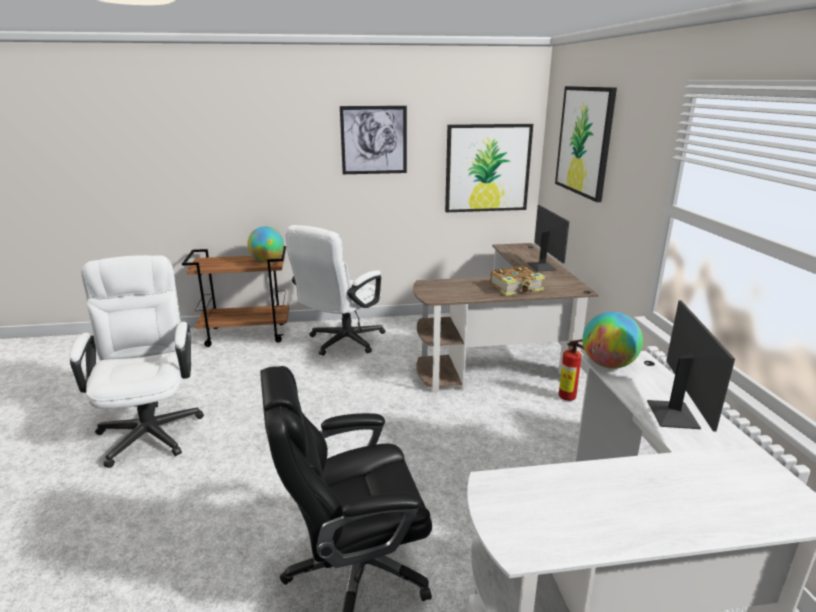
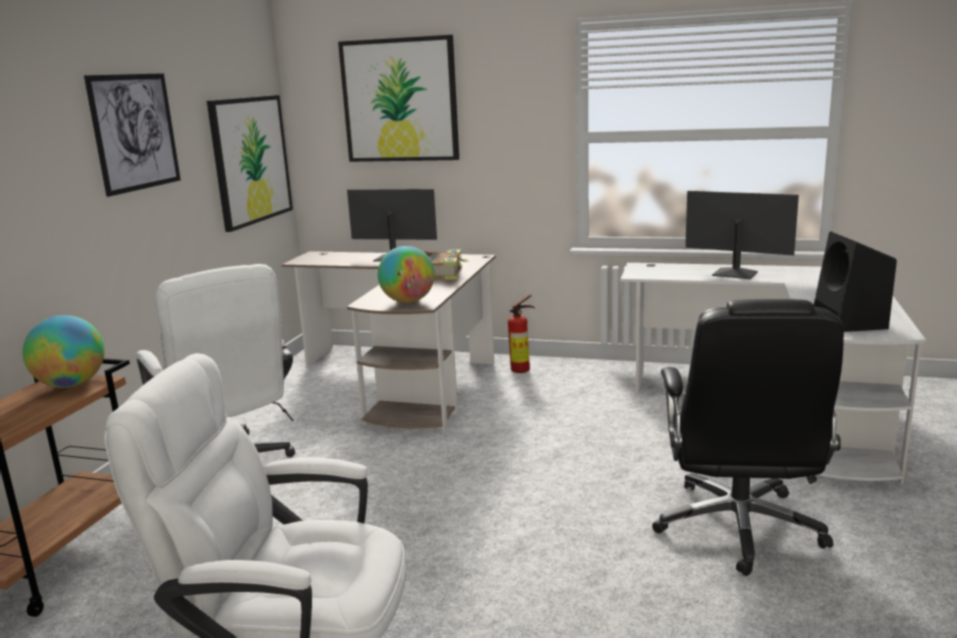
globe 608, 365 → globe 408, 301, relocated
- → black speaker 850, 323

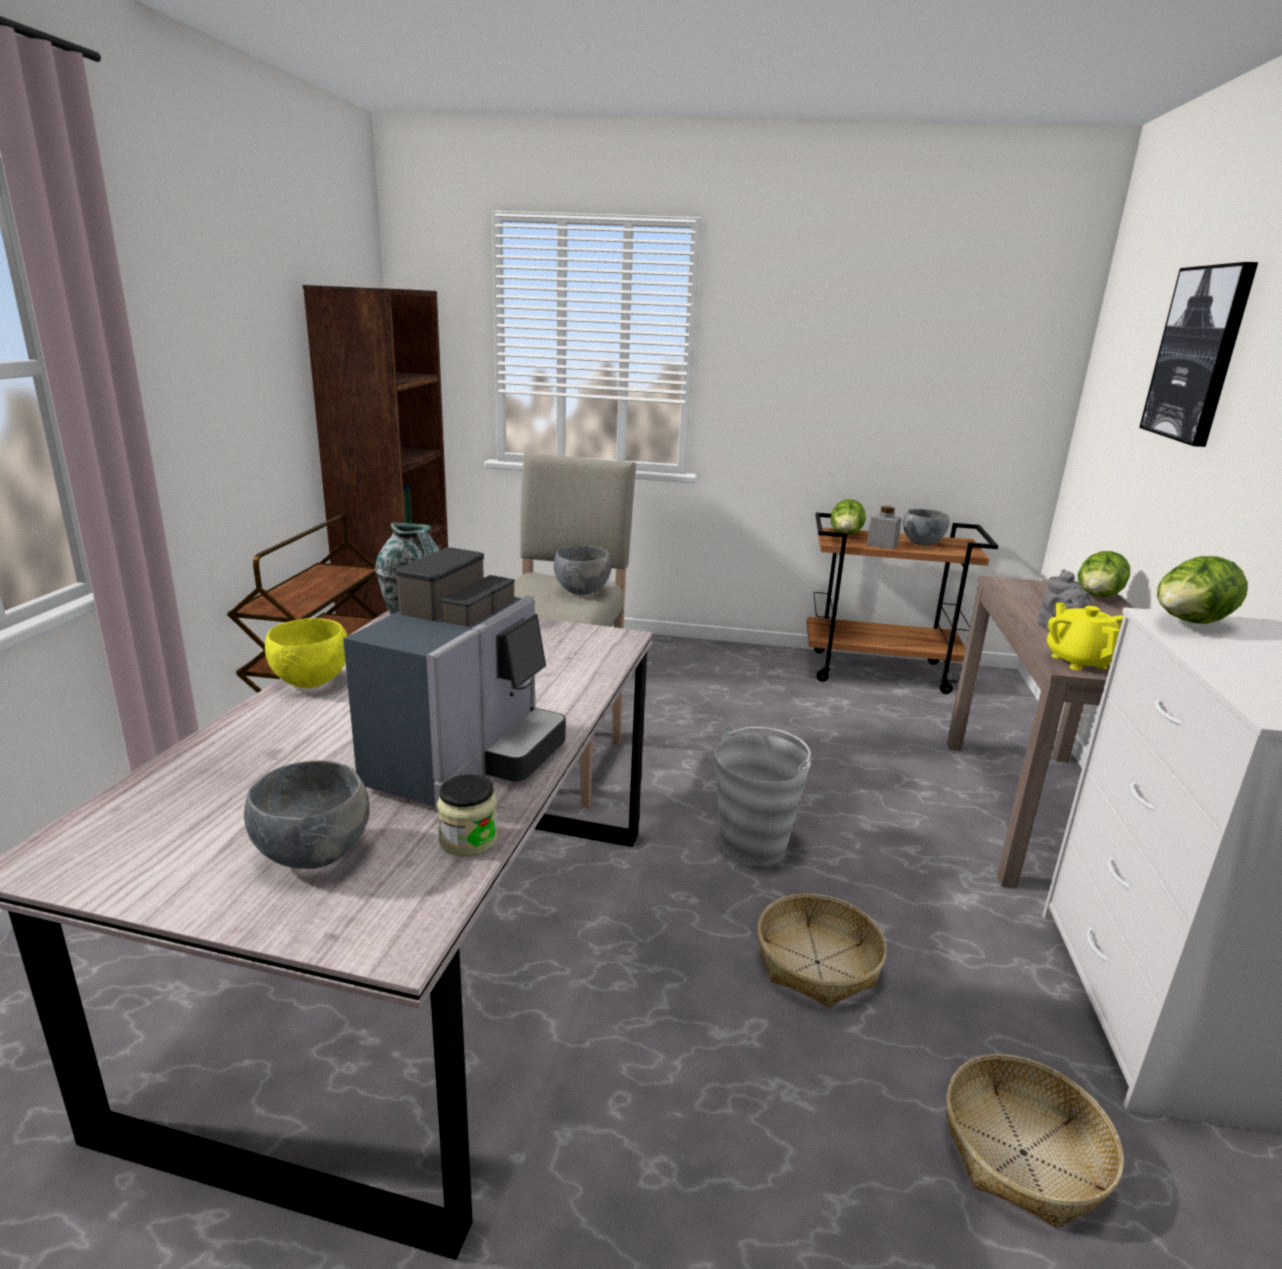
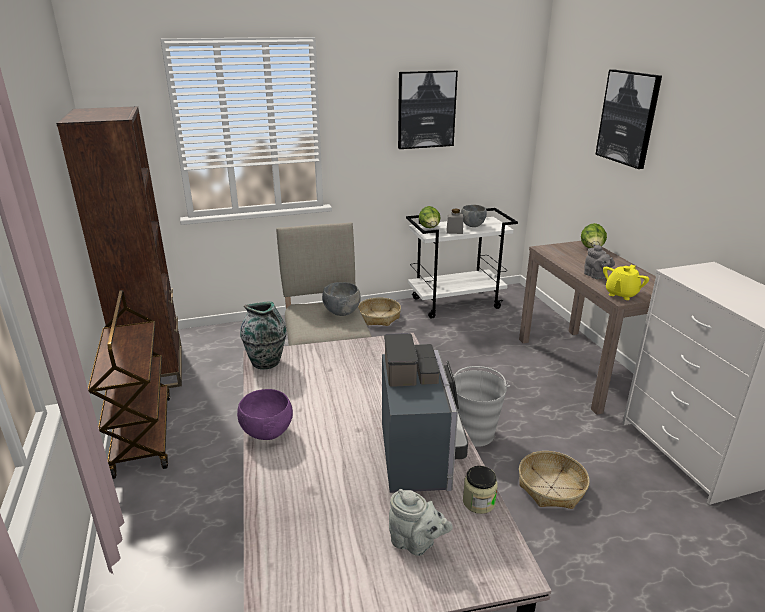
brown cart 880, 671 → white cart 456, 303
lettuce 1189, 624 → -
yellow teapot 1078, 661 → yellow teapot 621, 294, 105 degrees counterclockwise
yellow bowl 311, 681 → purple bowl 267, 432
grey bowl 313, 853 → grey teapot 415, 543
basket 1023, 1154 → basket 379, 317, relocated
- → picture 426, 109

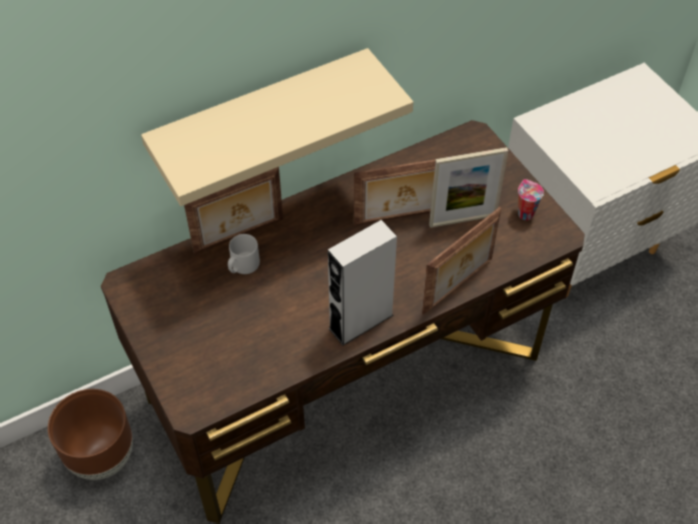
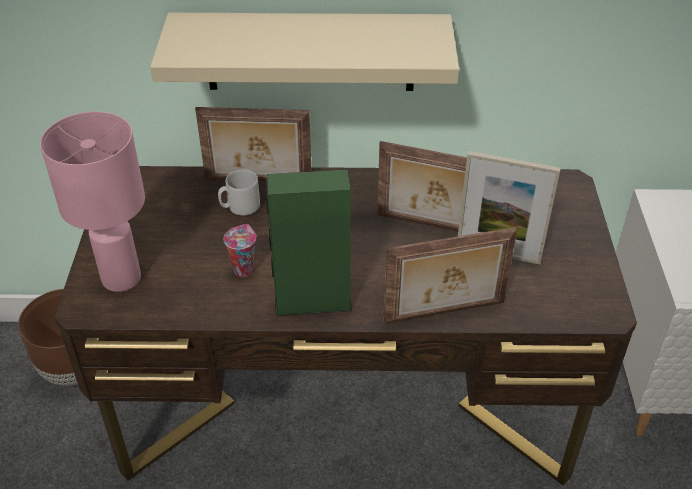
cup 524, 213 → cup 243, 269, relocated
grey speaker 361, 321 → green speaker 312, 302
- → pink table lamp 122, 278

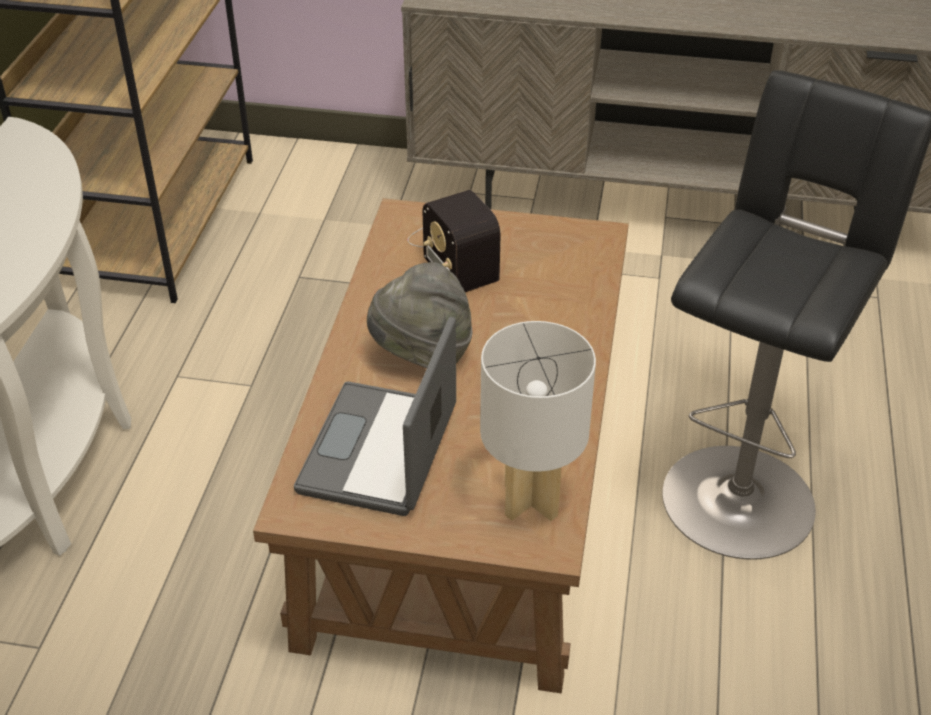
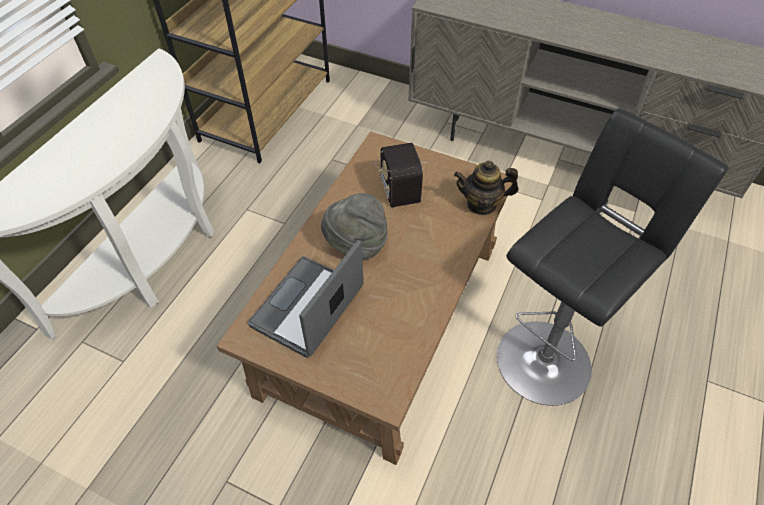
white table lamp 530, 502 → -
- → teapot 482, 204

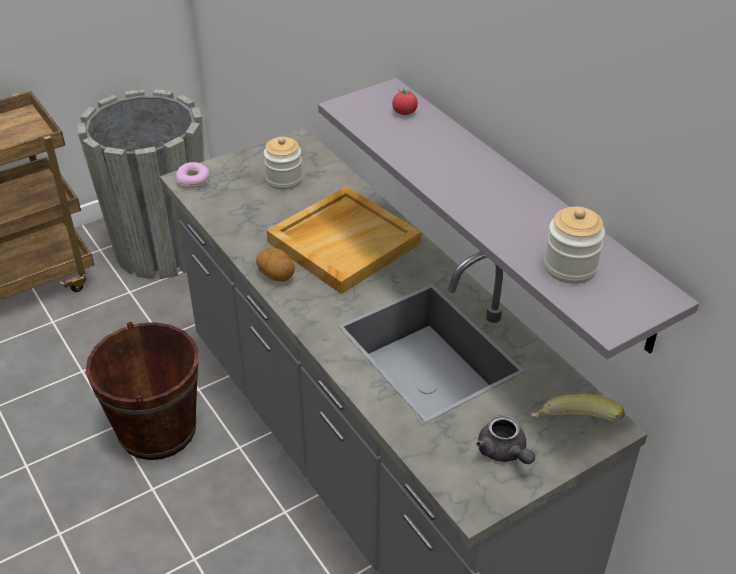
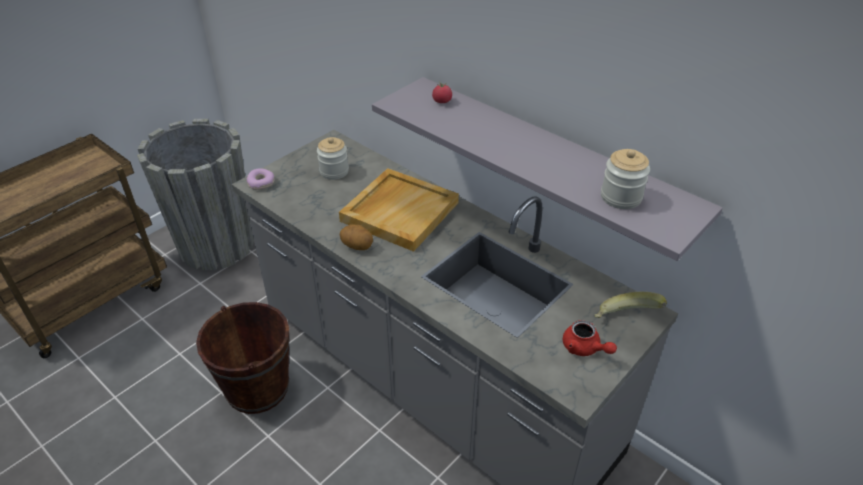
grey teapot 504, 452 → red teapot 584, 348

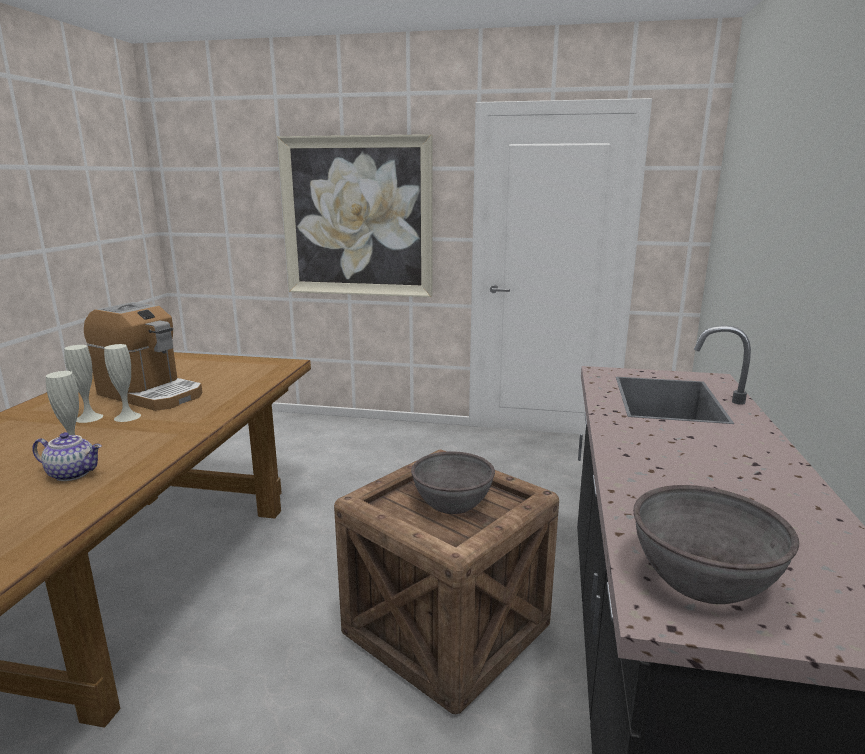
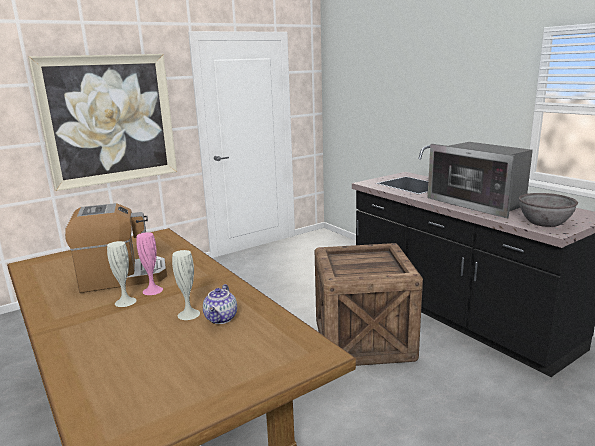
white vase 127, 417 → pink vase 152, 290
teapot 73, 473 → teapot 221, 318, 135 degrees clockwise
grey bowl 452, 502 → -
- → microwave 479, 203

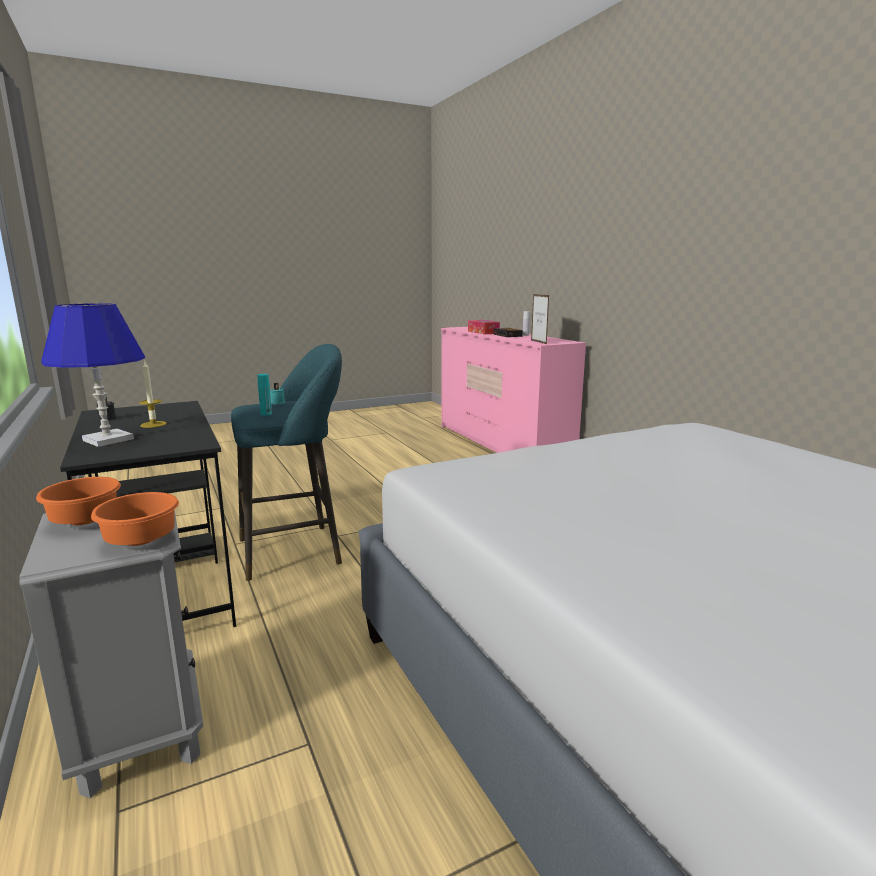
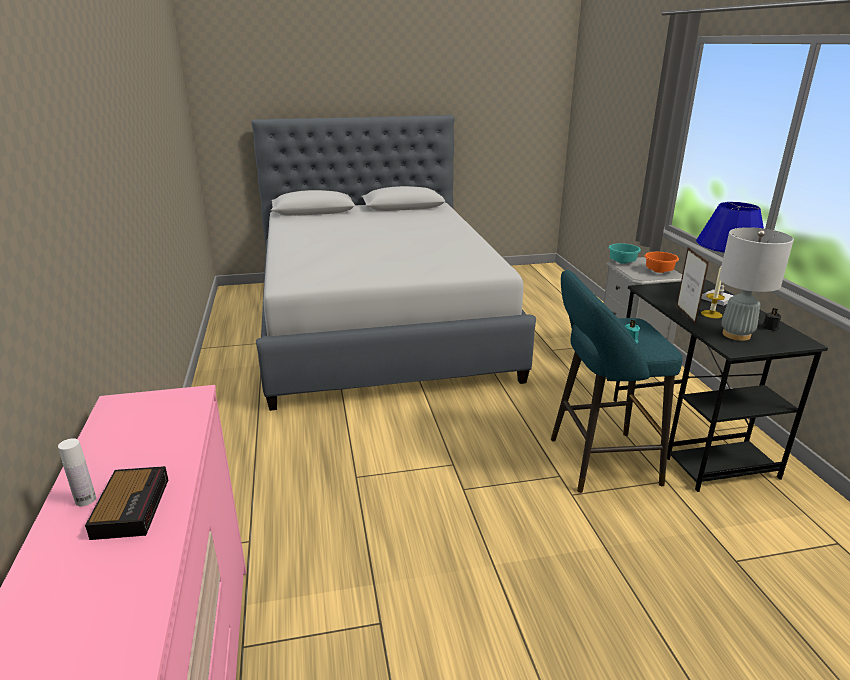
picture frame 538, 342 → picture frame 685, 315, relocated
tissue box 483, 332 → -
turquoise bottle 266, 414 → -
orange bowl 139, 540 → turquoise bowl 623, 262
- → grey table lamp 736, 335

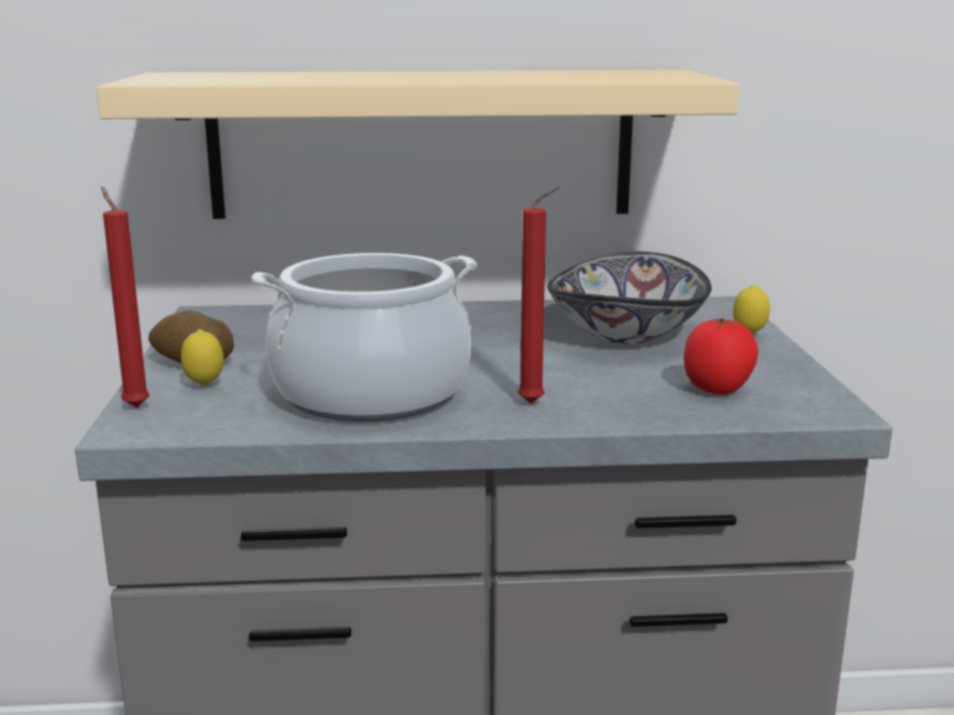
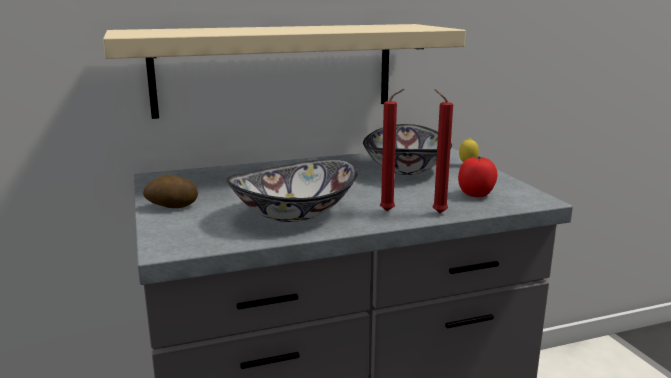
red candle 134, 406 → red candle 437, 212, relocated
cooking pot 371, 394 → bowl 294, 214
lemon 204, 386 → -

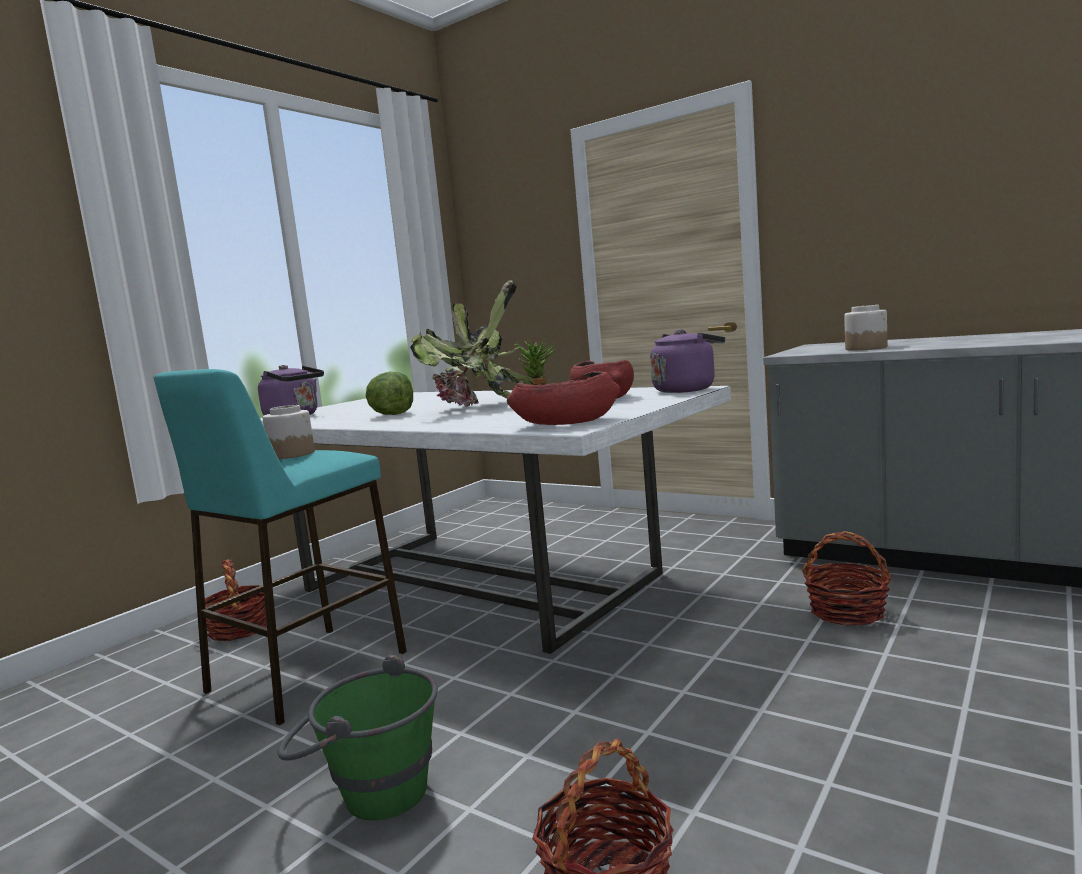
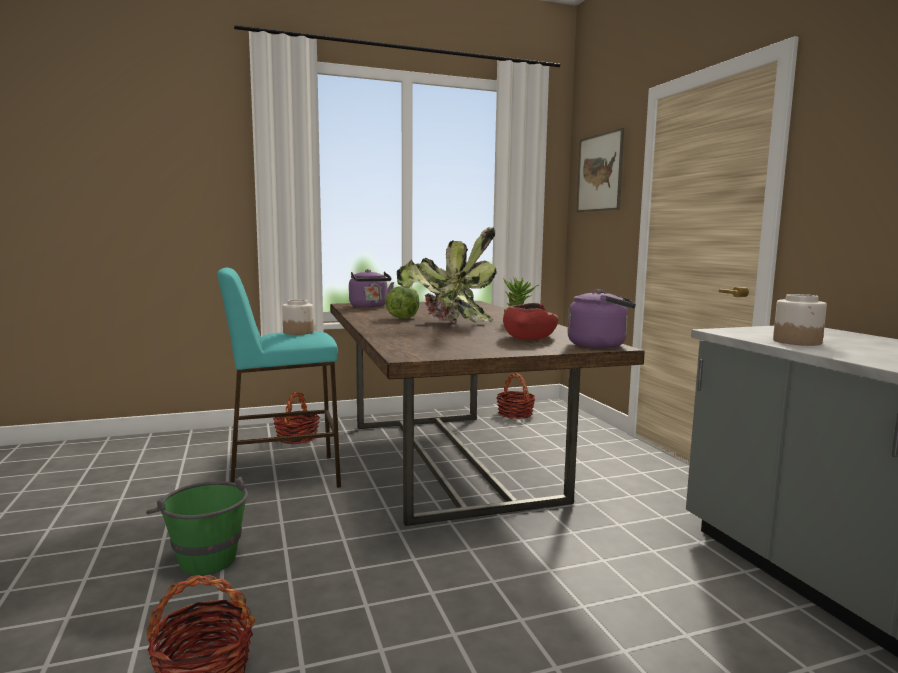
red bowl 566, 422 → -
white dining table 480, 583 → brown dining table 448, 460
basket 847, 612 → basket 515, 414, relocated
- → picture 599, 173

